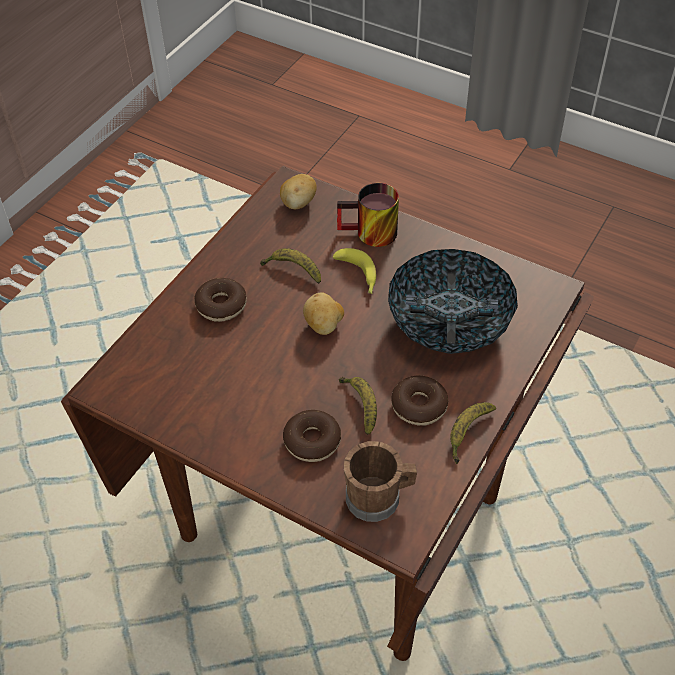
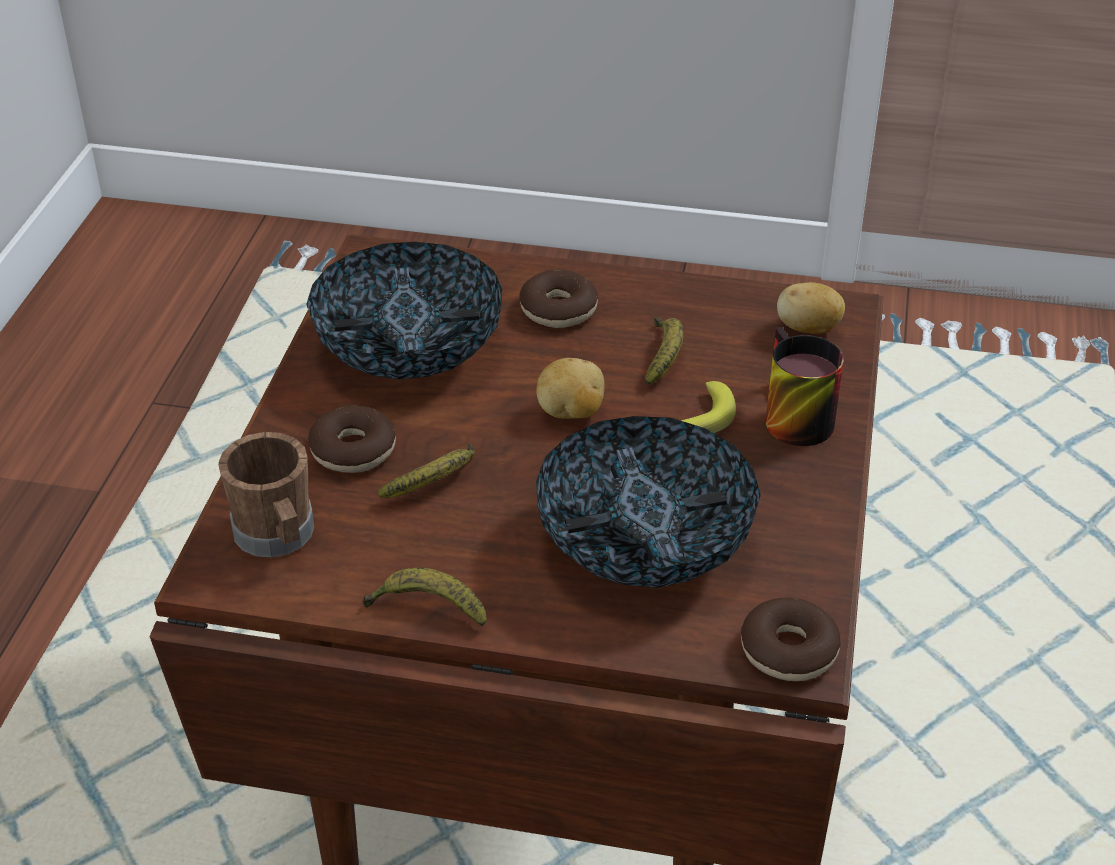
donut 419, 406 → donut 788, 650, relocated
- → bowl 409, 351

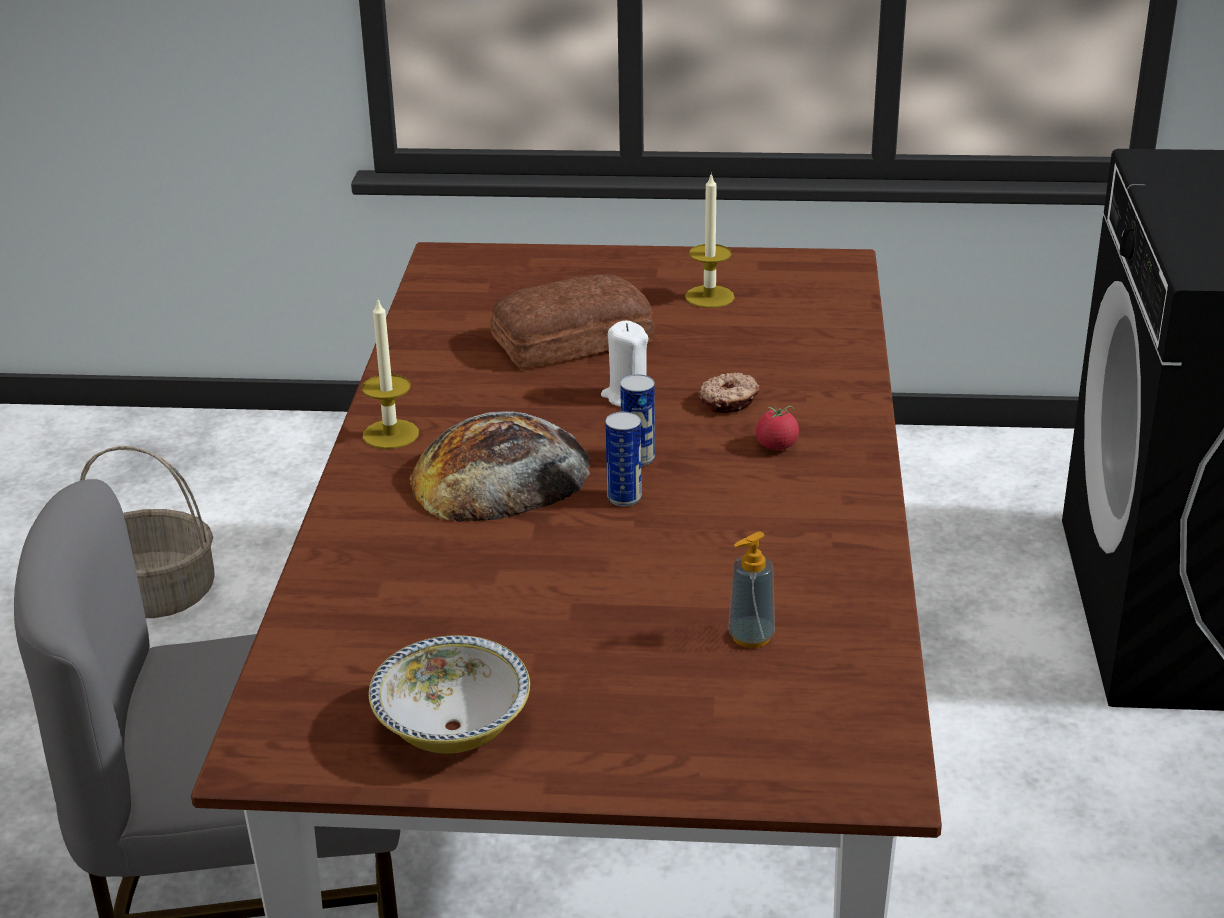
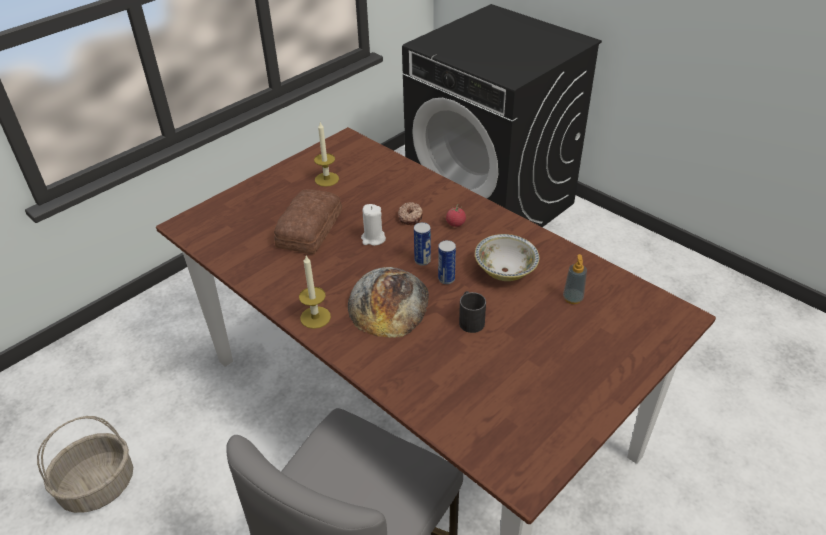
bowl 453, 728 → bowl 505, 271, relocated
- → black mug 470, 319

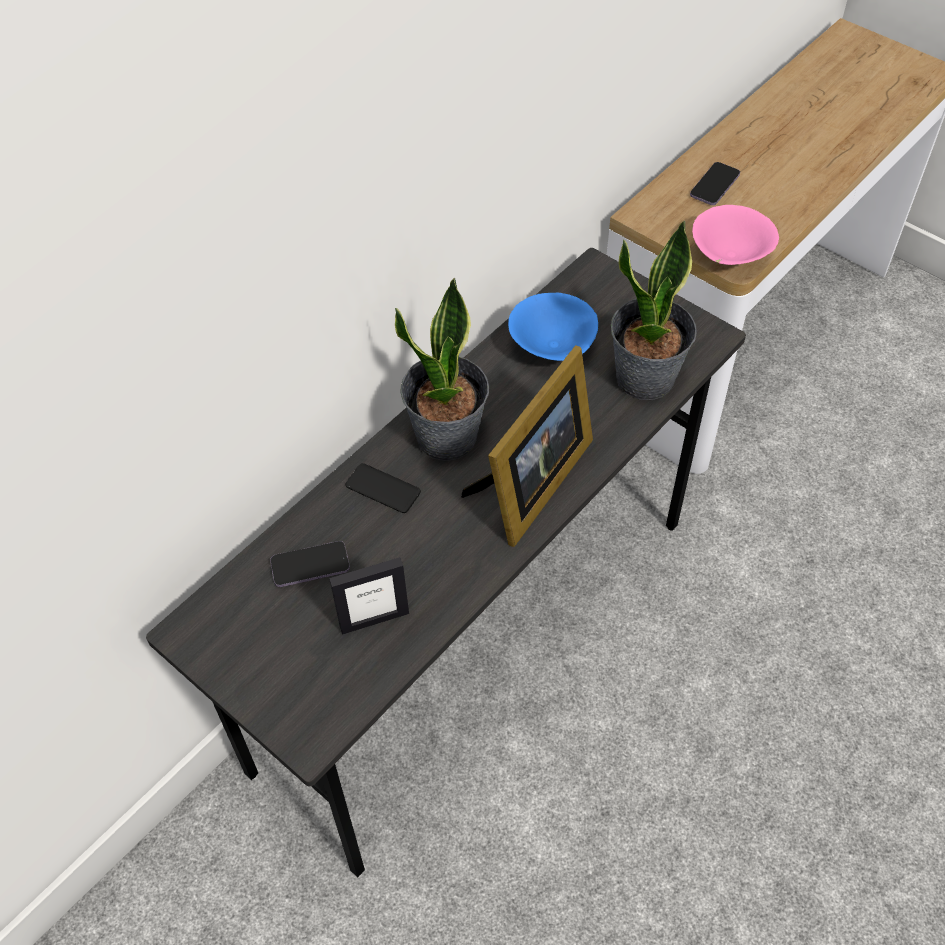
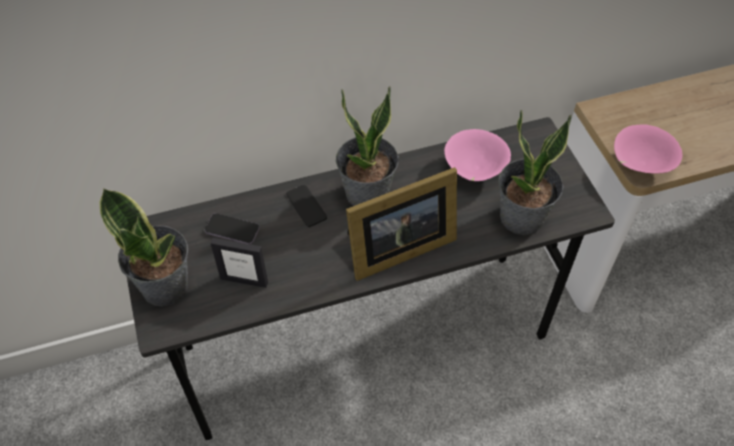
phone 714, 185 → -
blue bowl 552, 349 → pink bowl 474, 170
- → potted plant 165, 285

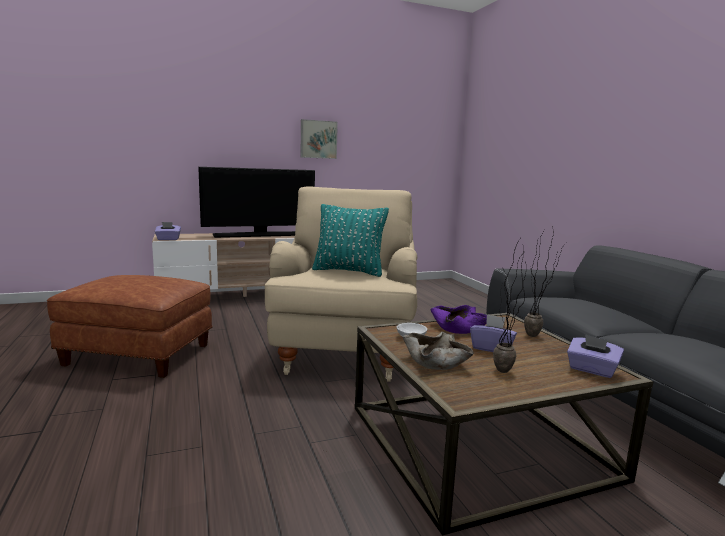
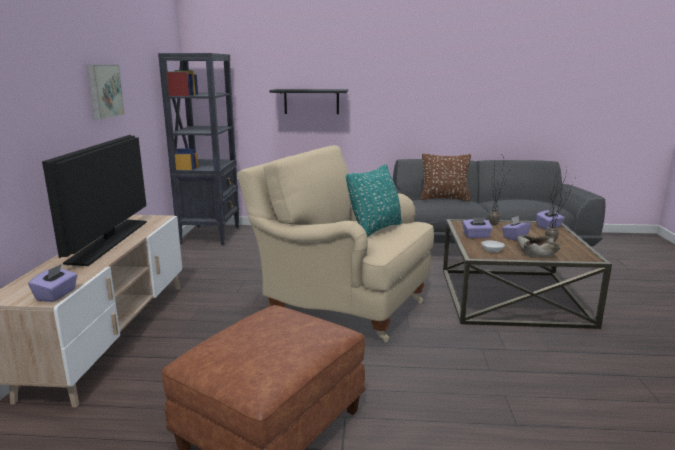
purple bowl 458, 328 → purple tissue box 476, 236
- → black bookcase 210, 235
- → black shelf 311, 101
- → brown pillow 444, 199

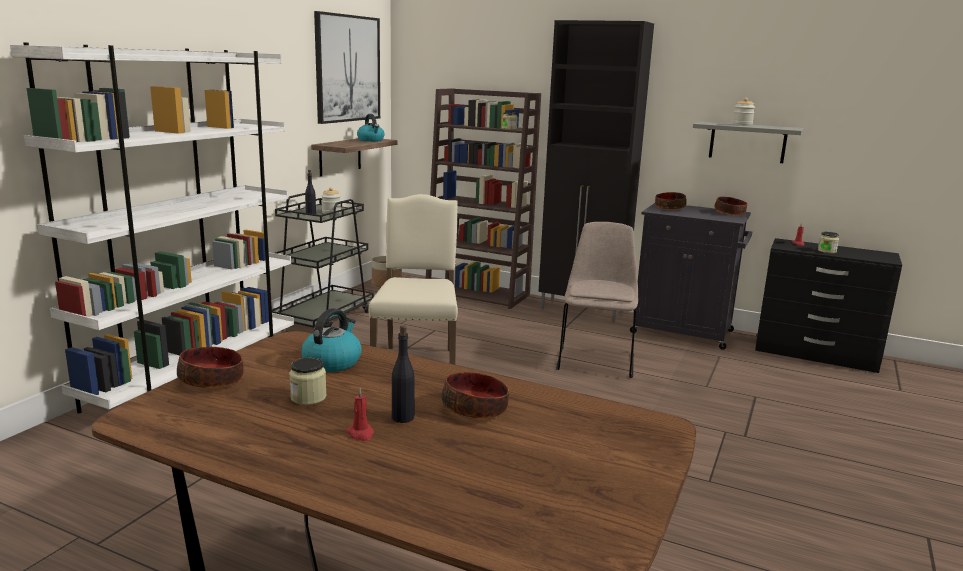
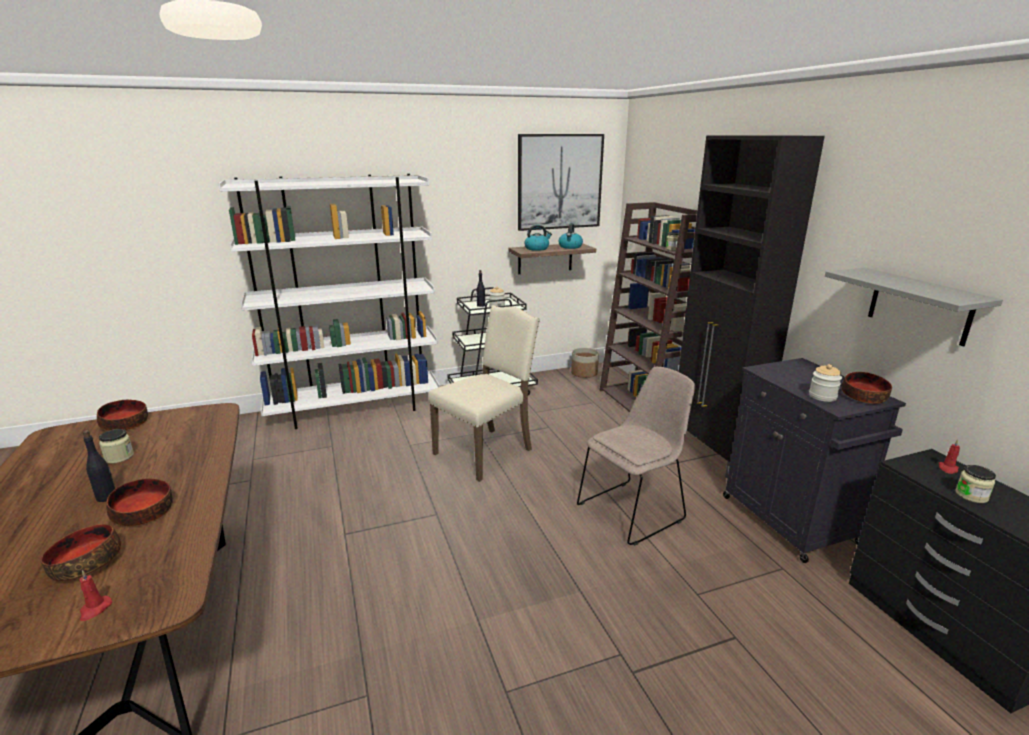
jar 742, 125 → jar 822, 396, relocated
bowl 669, 208 → bowl 87, 563, relocated
kettle 332, 362 → kettle 537, 248, relocated
red candle 361, 434 → red candle 95, 609, relocated

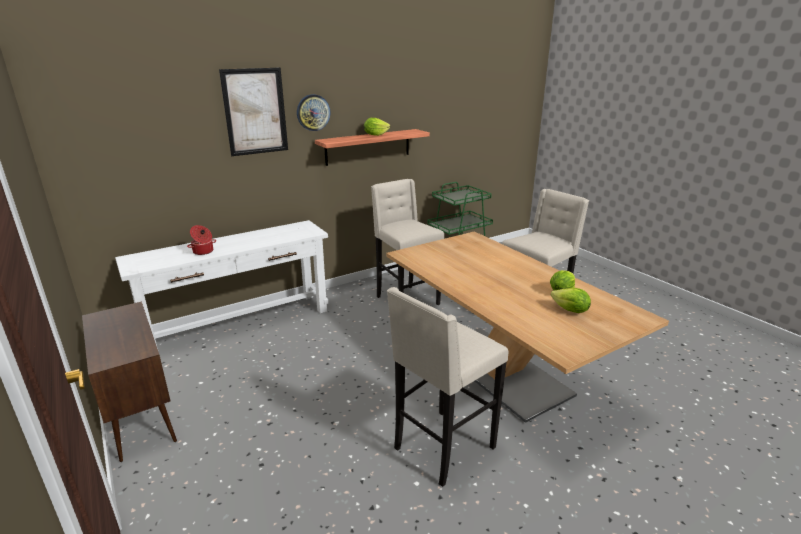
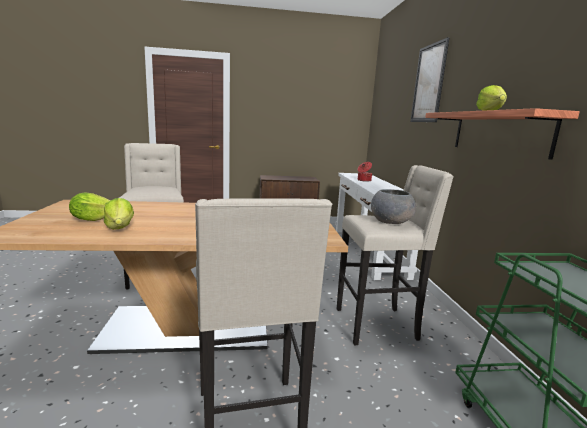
wall clock 313, 112 → -
- → grey bowl 391, 222

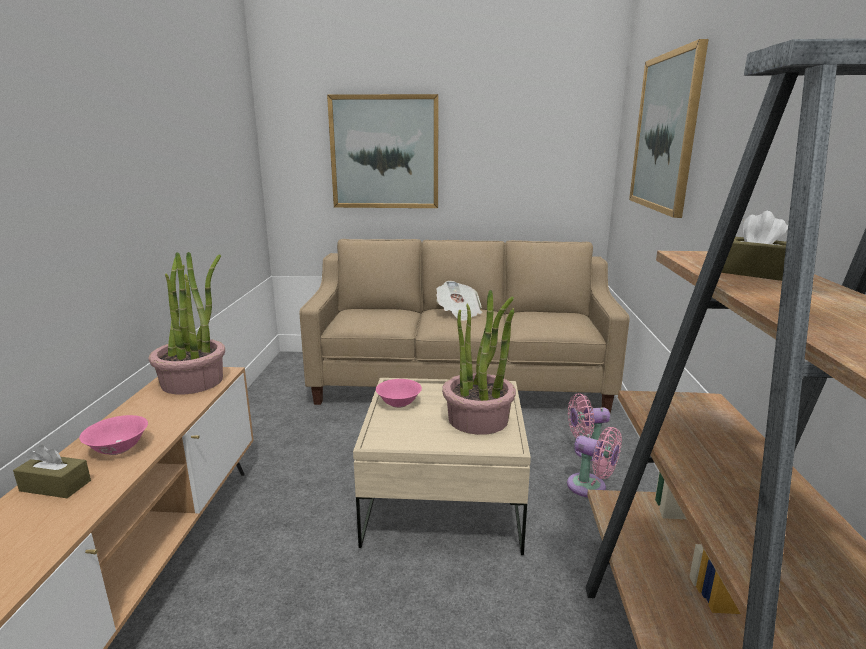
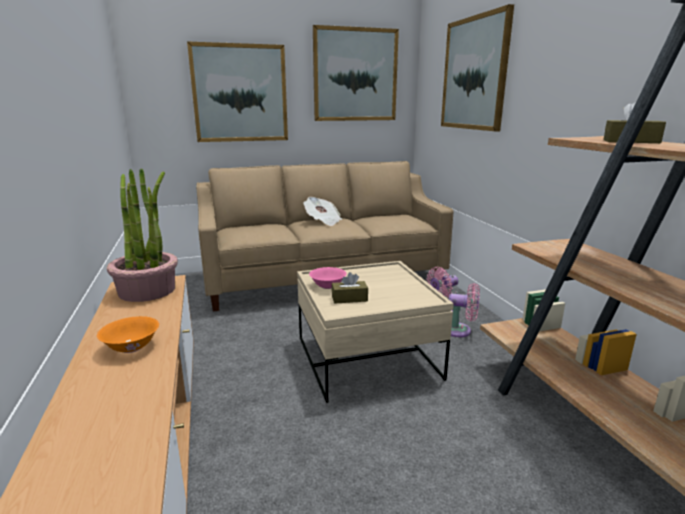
potted plant 478, 419 → -
pink bowl 119, 448 → orange bowl 132, 347
brown tissue box 55, 486 → brown tissue box 349, 298, relocated
- → picture 355, 75

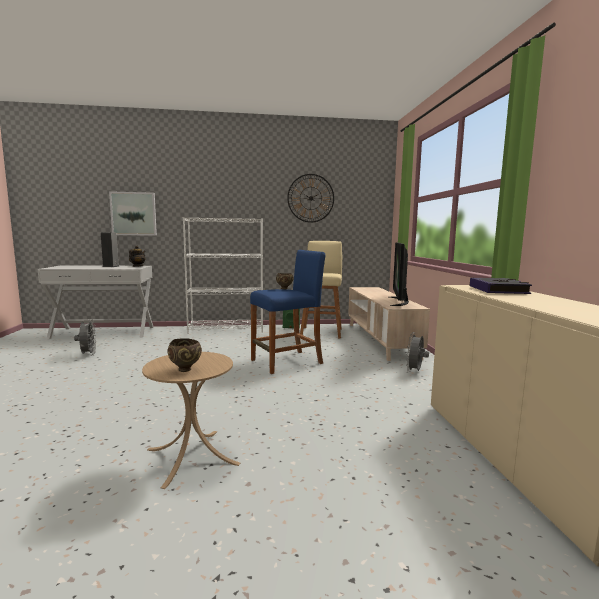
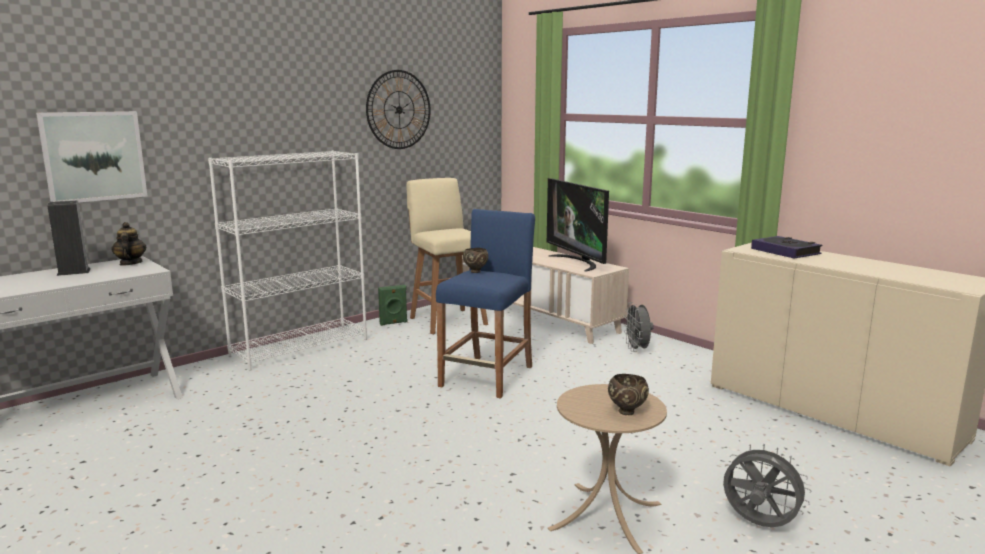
grey fan 88, 354 → grey fan 758, 525, relocated

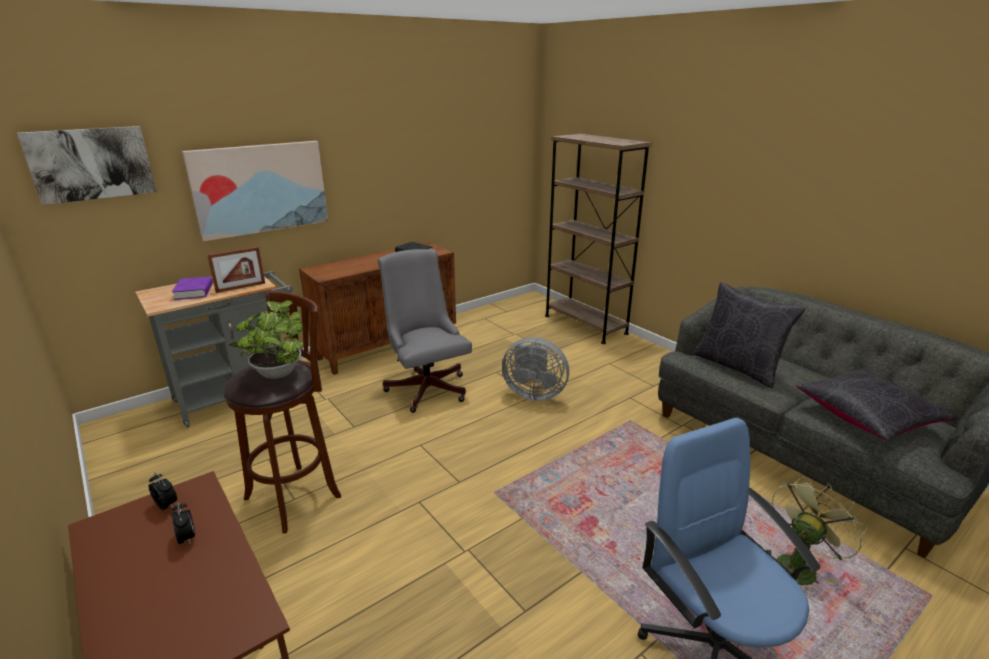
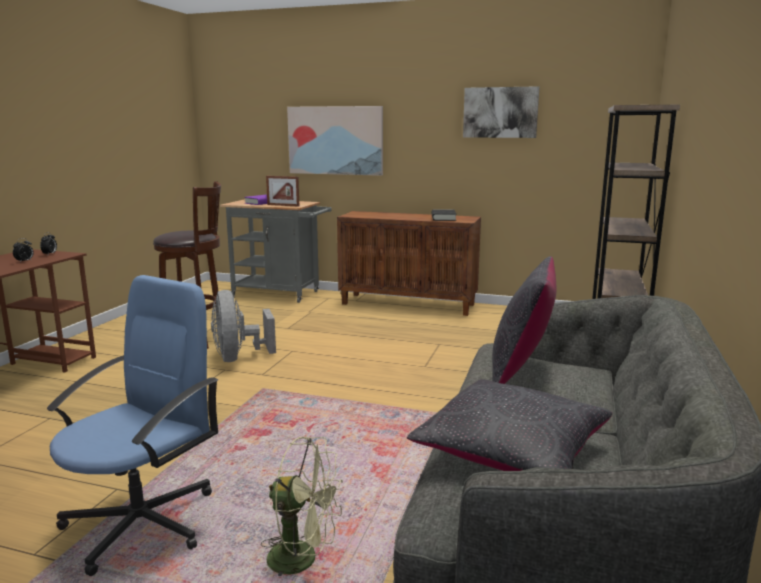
picture 91, 164 → picture 500, 112, relocated
grey office chair 426, 386 → -
potted plant 276, 375 → -
grey fan 533, 393 → grey fan 238, 357, relocated

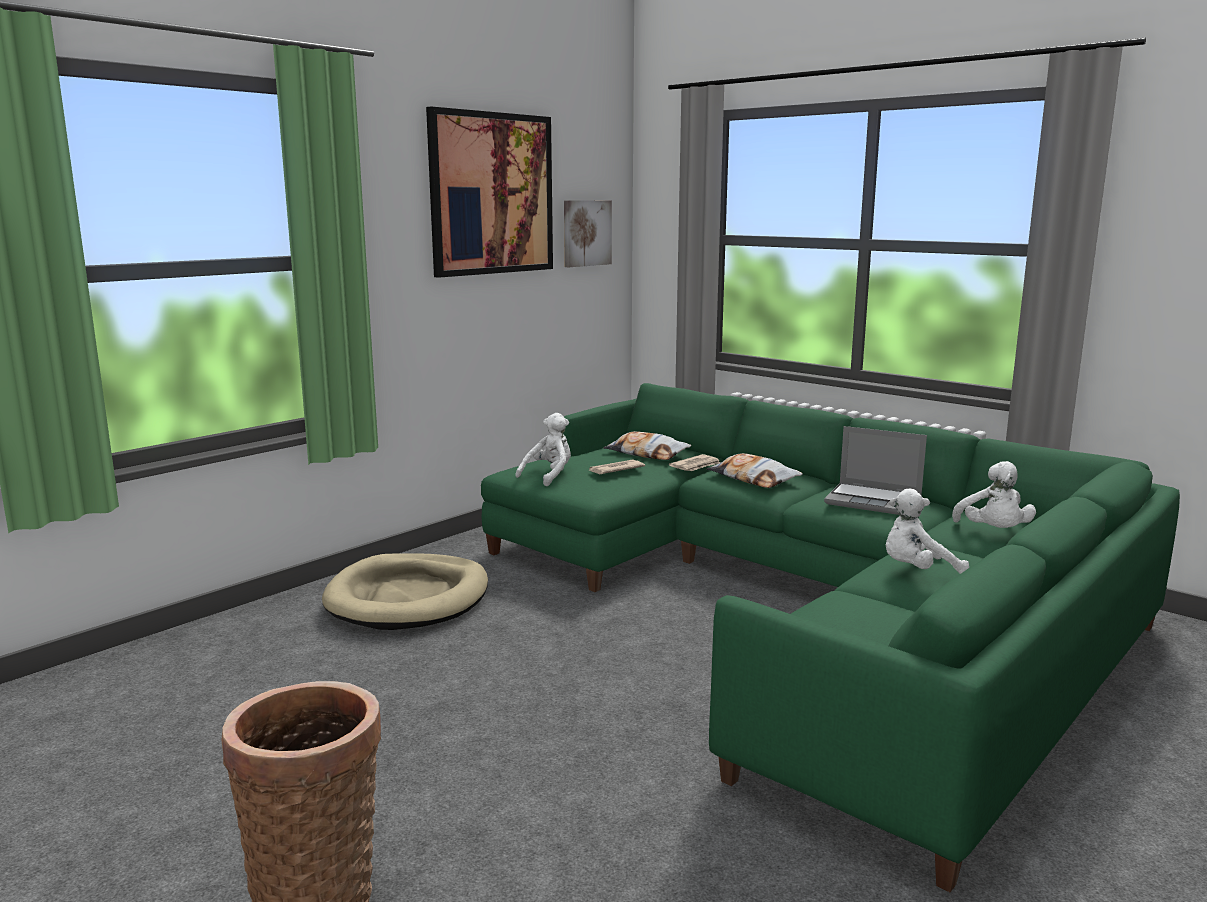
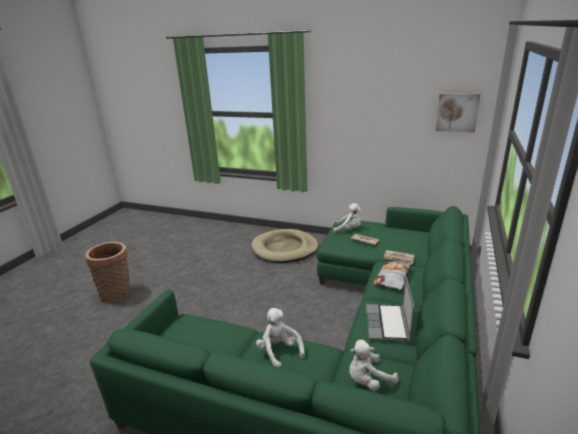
picture 491, 194 → -
pillow 647, 453 → -

